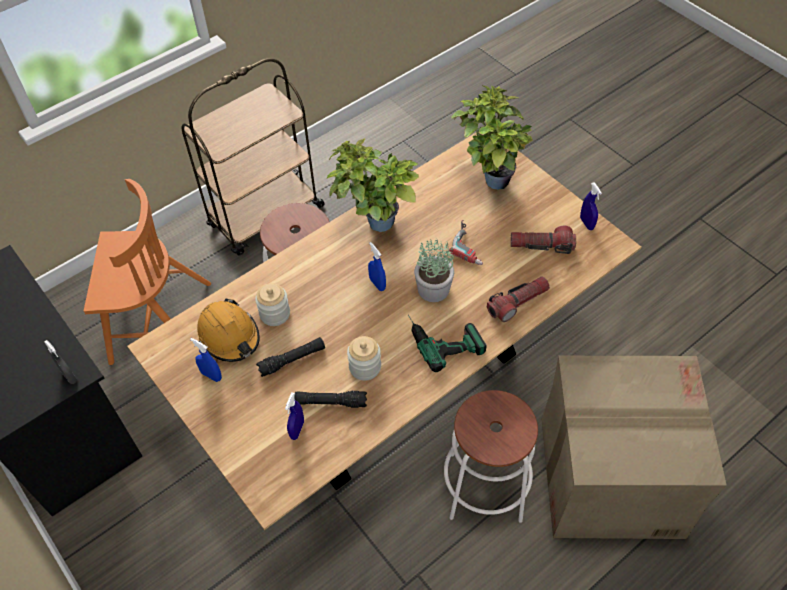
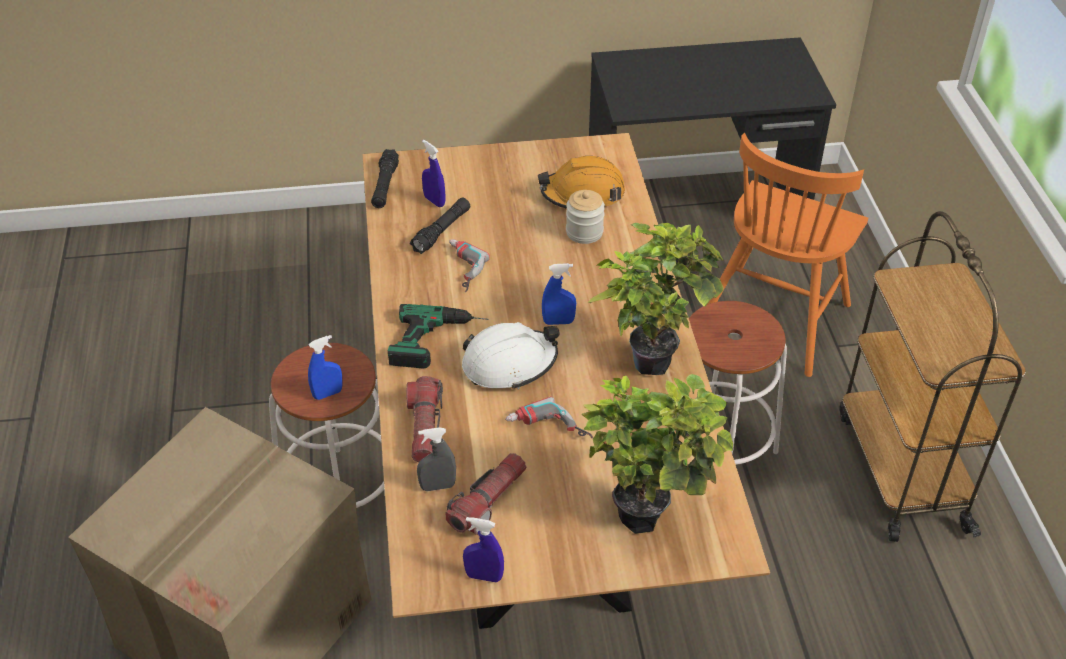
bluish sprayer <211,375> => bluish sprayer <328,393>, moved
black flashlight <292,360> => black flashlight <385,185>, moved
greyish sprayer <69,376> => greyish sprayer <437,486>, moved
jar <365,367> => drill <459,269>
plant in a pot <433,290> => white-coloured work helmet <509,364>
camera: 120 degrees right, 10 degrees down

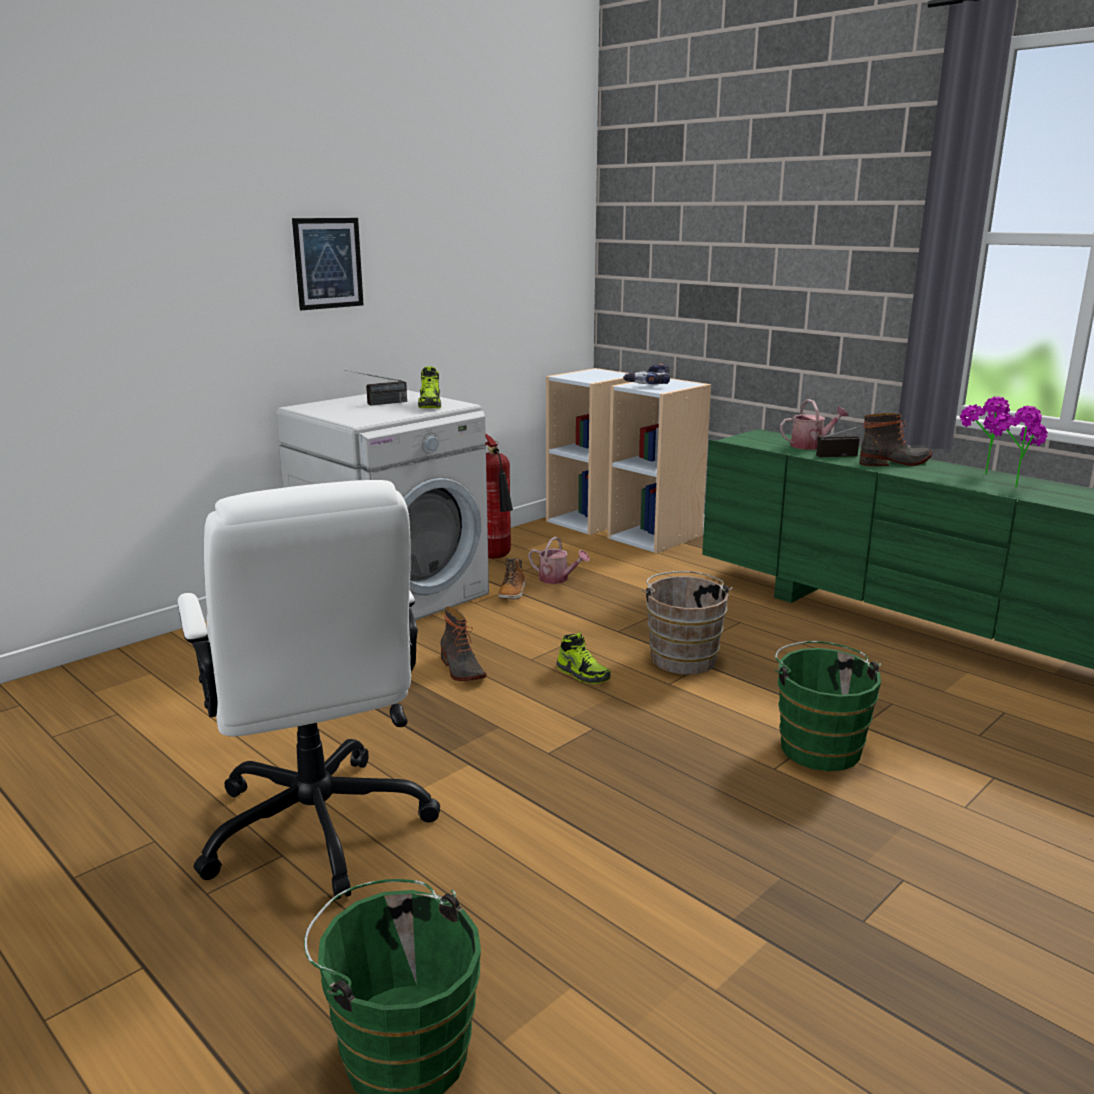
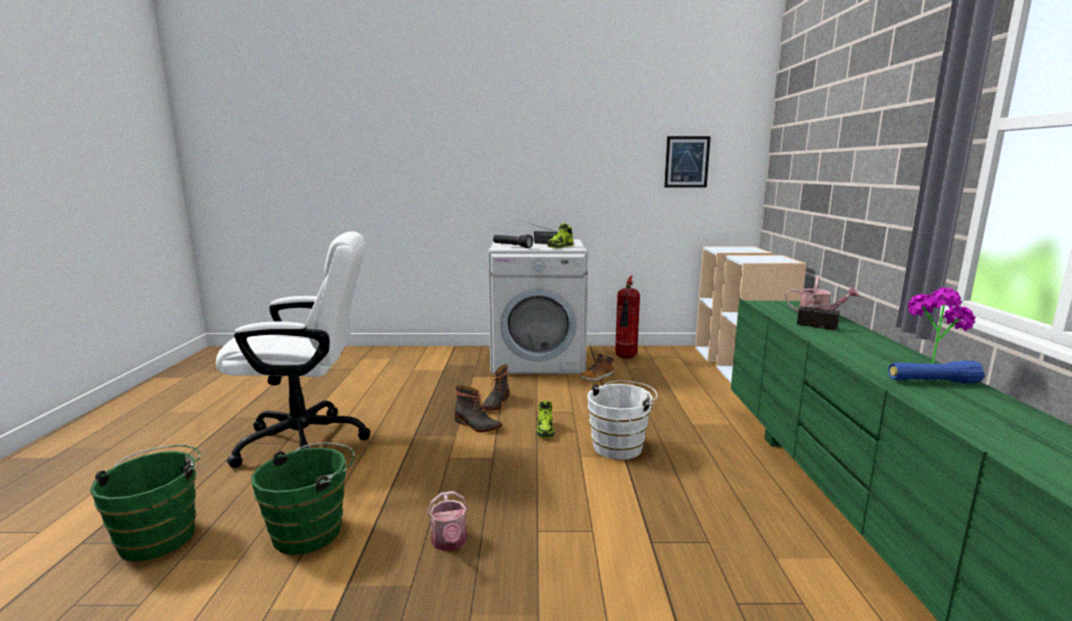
white-coloured office chair <320,834> => white-coloured office chair <310,442>, 120 degrees counterclockwise
green-coloured bucket <818,746> => green-coloured bucket <313,530>, moved
watering pot <557,579> => watering pot <450,543>, moved
tall boot <895,462> => tall boot <476,425>, moved
nothing => black flashlight <512,246>
brown bucket <683,657> => white-coloured bucket <620,446>
wall picture <328,263> => wall picture <686,162>, moved
plant in a pot <1010,484> => bluish flashlight <932,382>
drill <648,383> => nothing
camera: 45 degrees right, 5 degrees down

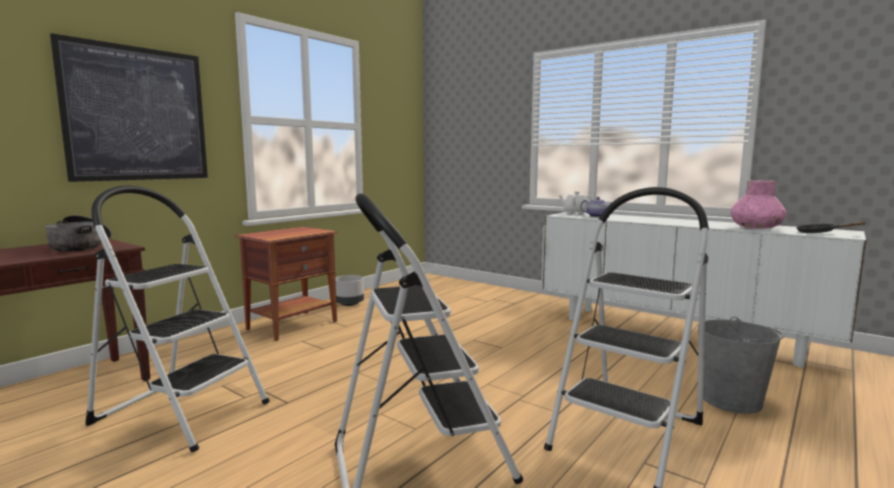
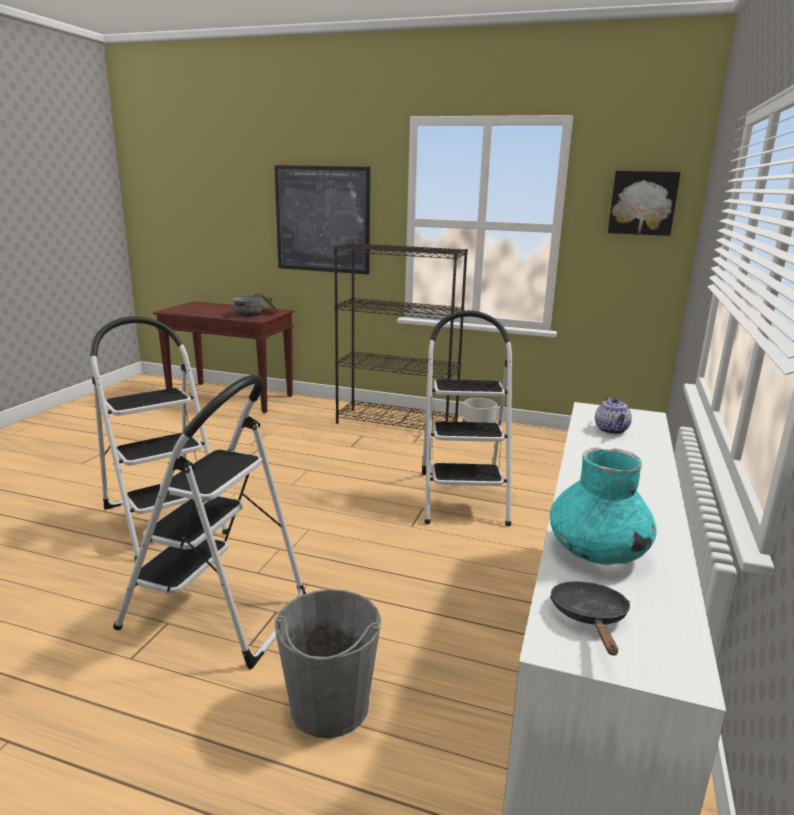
night table <293,325> => black bookcase <397,423>
stepladder <178,412> => stepladder <463,496>, moved
pink flower vase <756,228> => turquoise-coloured flower vase <597,551>
nothing => wall picture <642,203>
white-coloured teapot <575,213> => nothing
camera: 70 degrees right, 10 degrees up

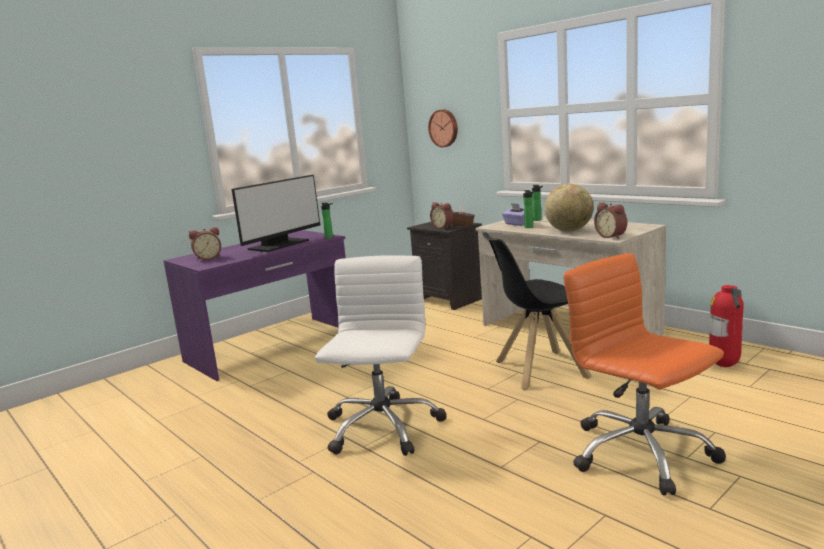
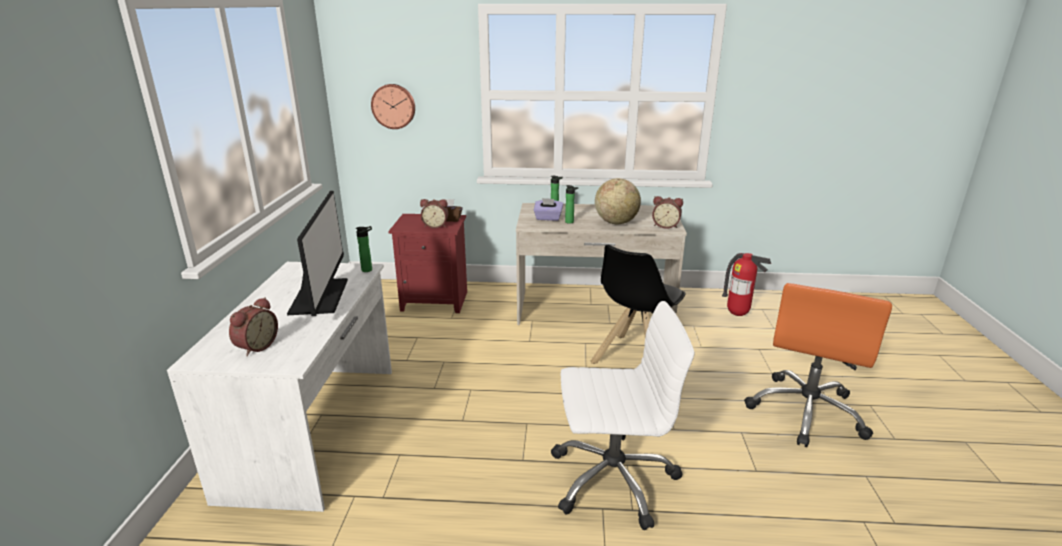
purplish desk <272,346> => white-coloured desk <316,429>
black night table <450,299> => red night table <436,301>
white-coloured office chair <382,427> => white-coloured office chair <613,479>, 120 degrees clockwise
orange-coloured office chair <640,453> => orange-coloured office chair <806,412>, 75 degrees counterclockwise
camera: 45 degrees left, 10 degrees up

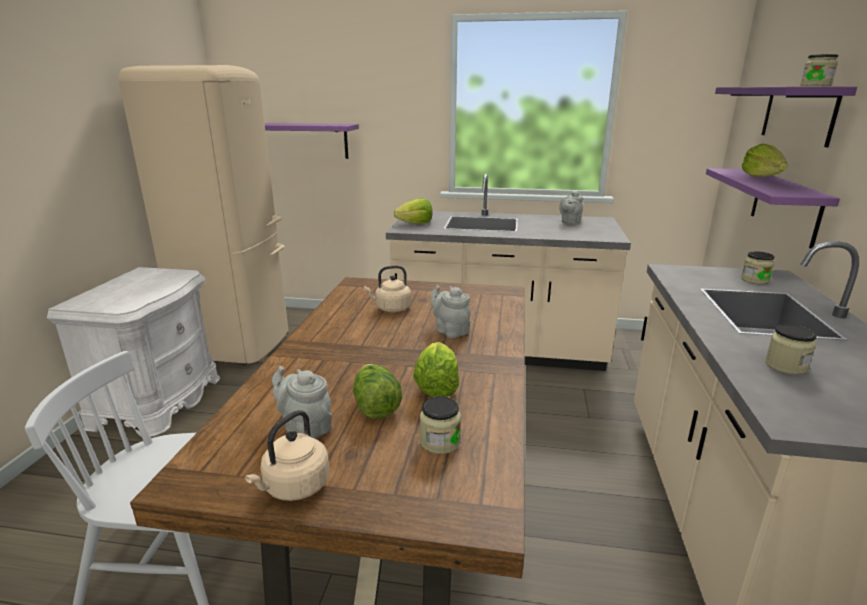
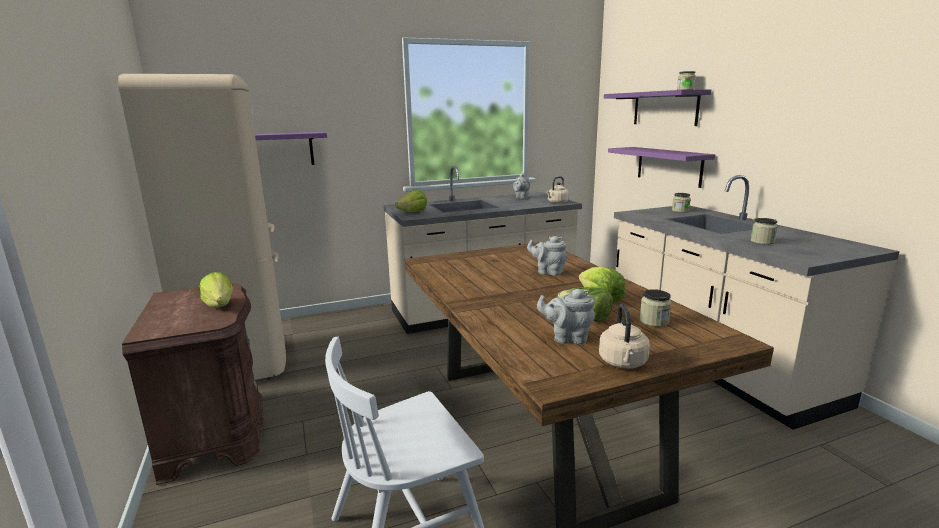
white-coloured night table <163,401> => brown night table <218,431>
lettuce head <761,177> => lettuce head <220,305>, moved
beige water kettle <391,308> => beige water kettle <557,202>, moved
camera: 30 degrees left, 5 degrees down

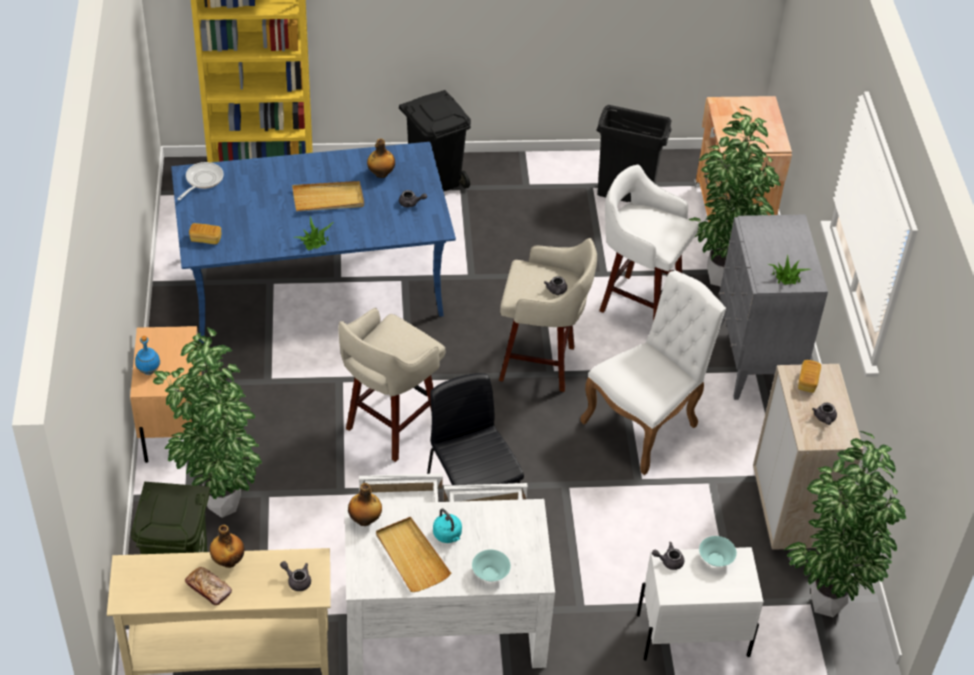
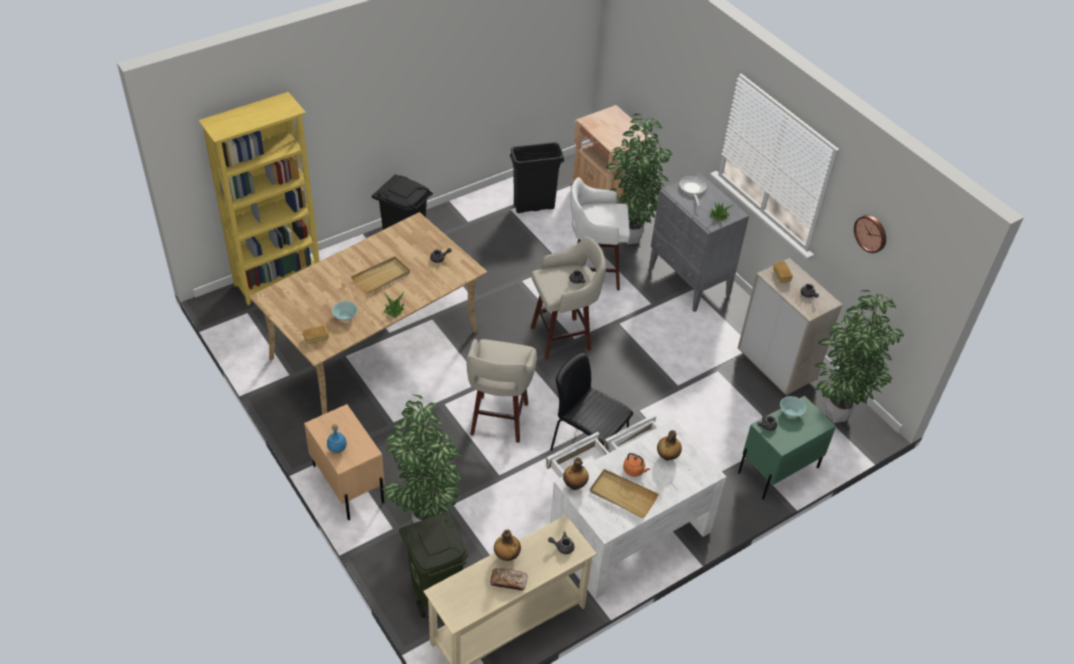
bluish kitchen table <314,285> => beige kitchen table <375,345>
turquoise-coloured bowl <491,574> => turquoise-coloured bowl <345,317>, moved
turquoise-coloured water kettle <448,535> => orange-coloured water kettle <634,470>
drink bottle <381,174> => drink bottle <667,456>, moved
skillet <202,180> => skillet <692,189>, moved
white-coloured night table <692,635> => green-coloured night table <778,470>
nothing => clock on the wall <871,233>
white-coloured plain chair <644,425> => nothing
camera: 30 degrees left, 0 degrees up

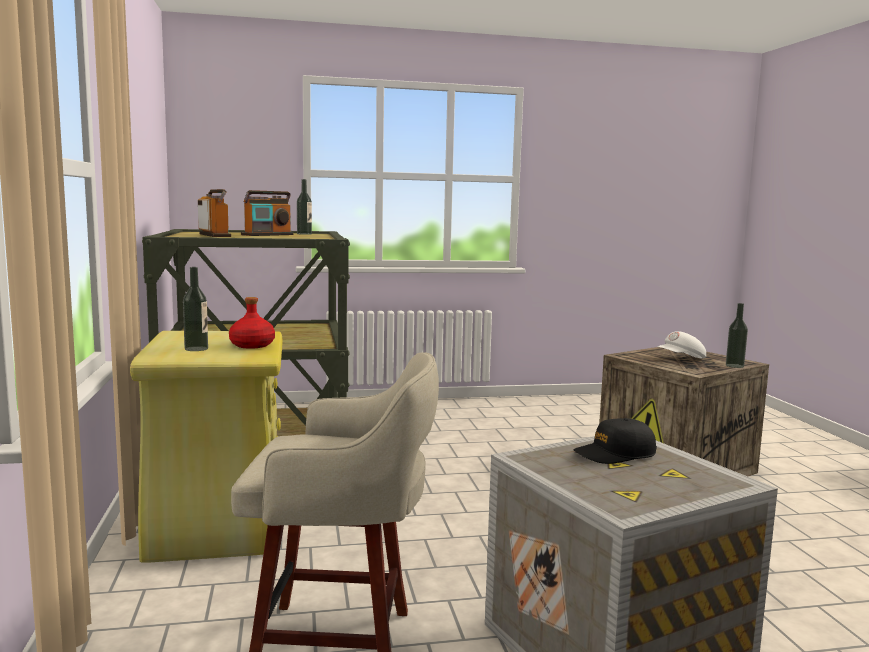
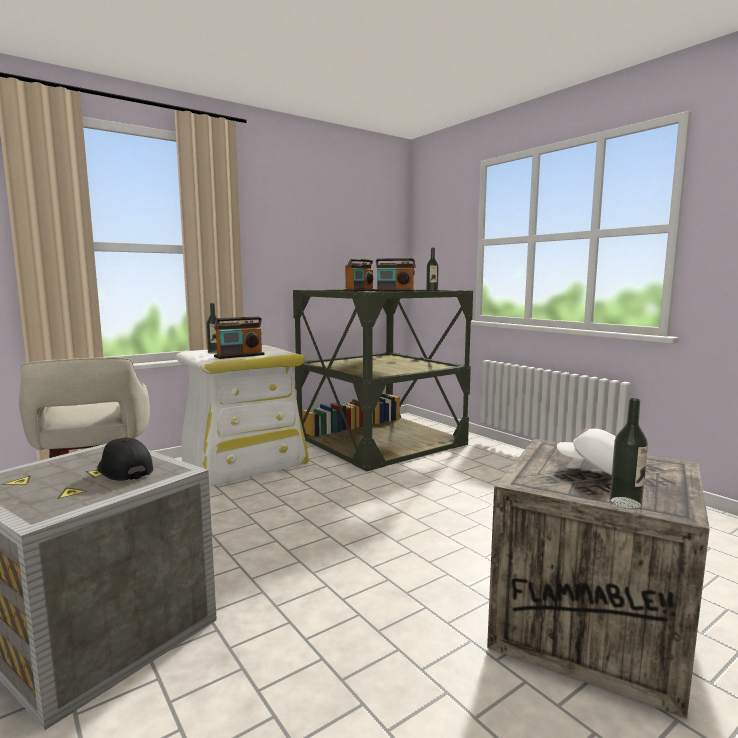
yellow night table <218,519> => white-coloured night table <247,464>
red drink bottle <251,345> => radio receiver <239,356>
camera: 65 degrees right, 0 degrees up

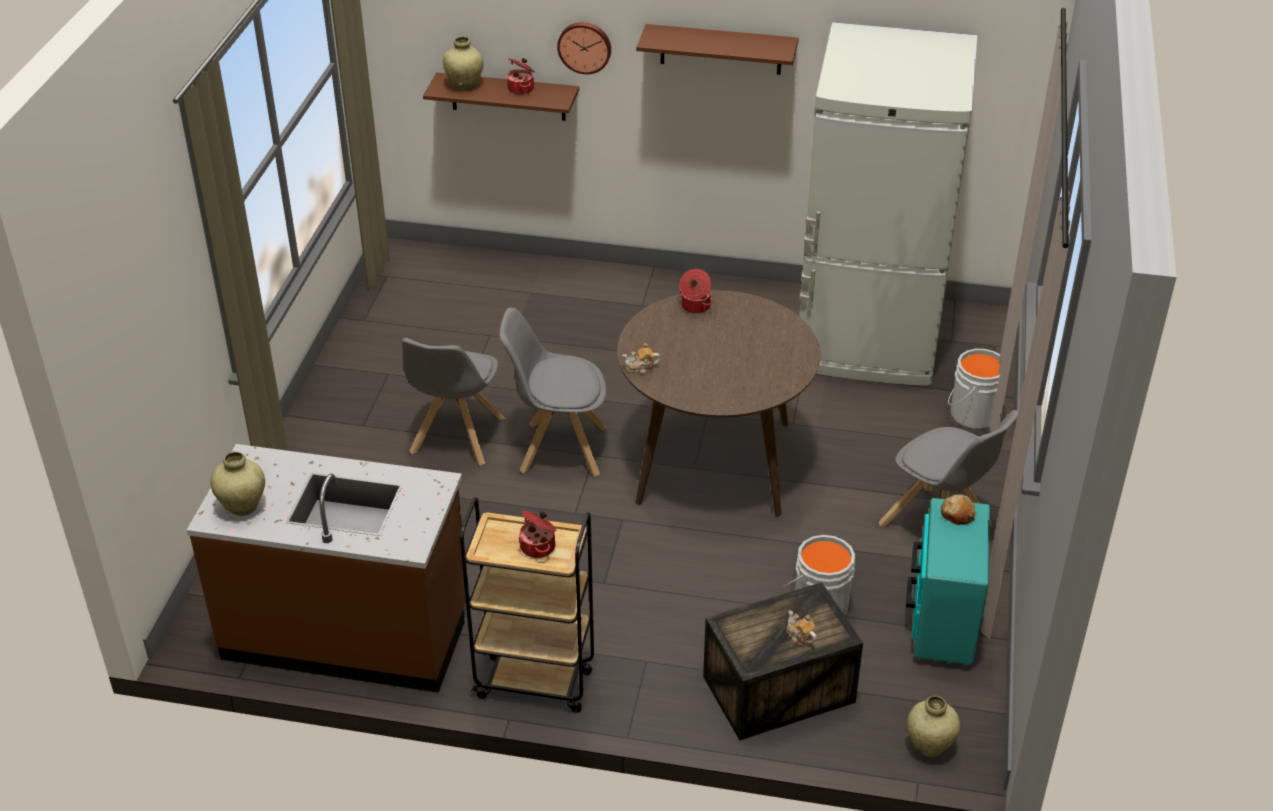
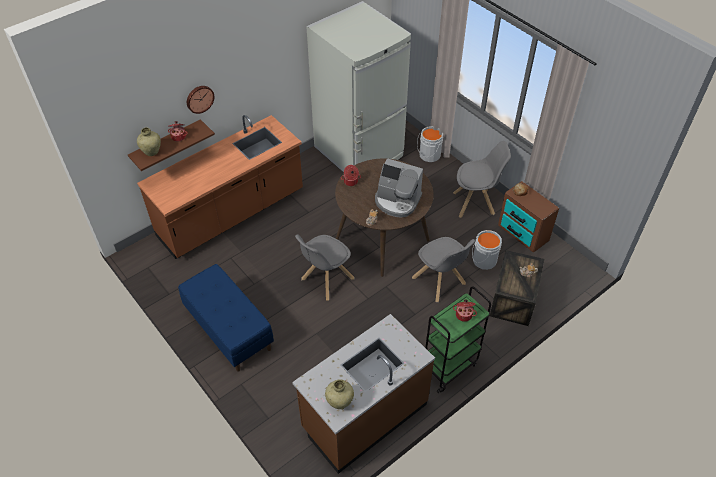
nothing => brown kitchen base unit <232,214>
nothing => bluish long seat <228,330>
nothing => coffee brewer <397,201>
greyish plain chair <456,438> => greyish plain chair <440,282>, moved
brown trolley <533,685> => green-coloured trolley <449,371>
turquoise-coloured night table <941,626> => brown night table <522,235>
brown wall shelf <721,49> => nothing
beige flower vase <929,746> => nothing
camera: 50 degrees left, 10 degrees up

